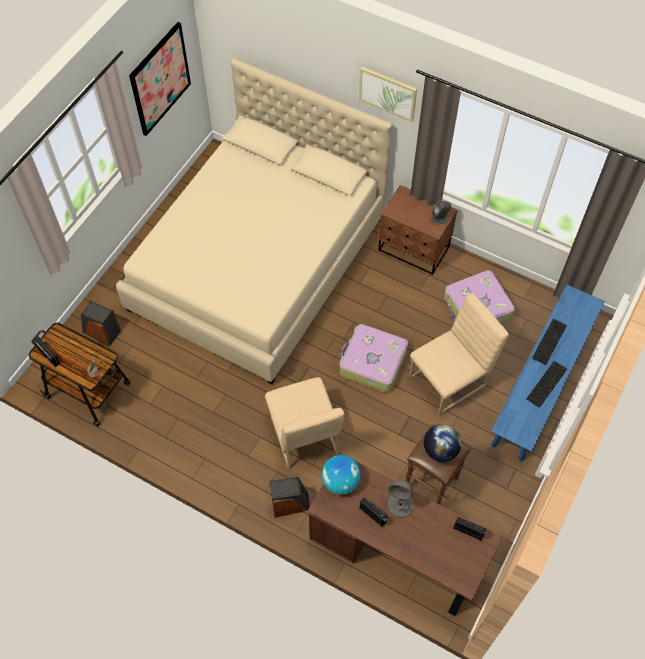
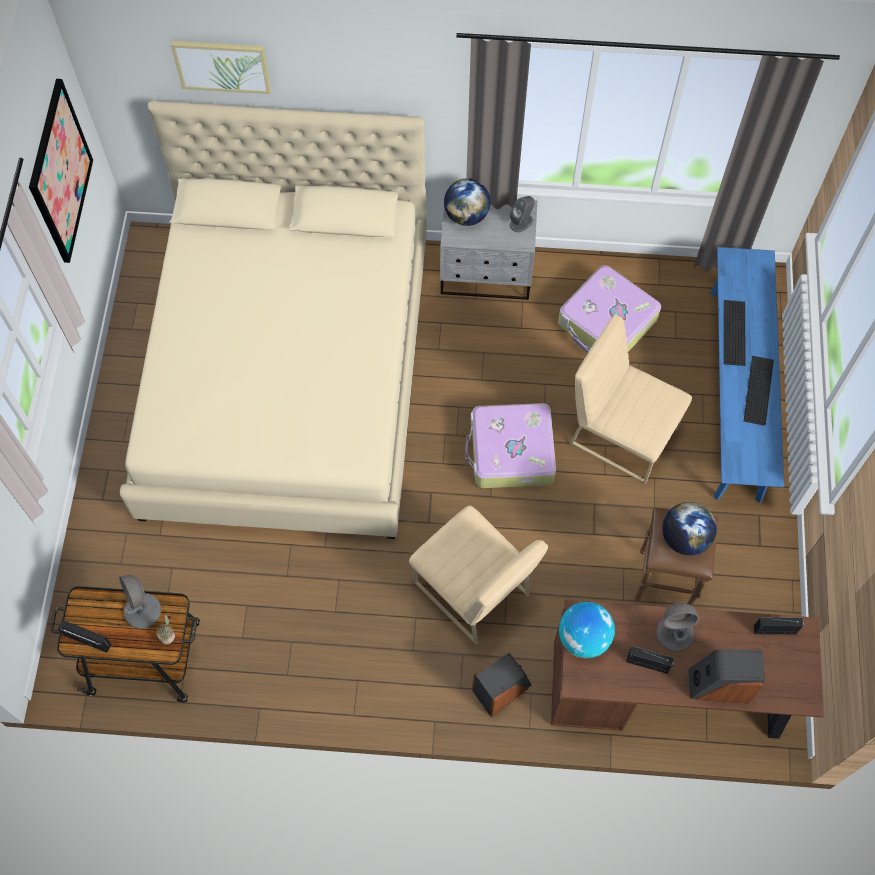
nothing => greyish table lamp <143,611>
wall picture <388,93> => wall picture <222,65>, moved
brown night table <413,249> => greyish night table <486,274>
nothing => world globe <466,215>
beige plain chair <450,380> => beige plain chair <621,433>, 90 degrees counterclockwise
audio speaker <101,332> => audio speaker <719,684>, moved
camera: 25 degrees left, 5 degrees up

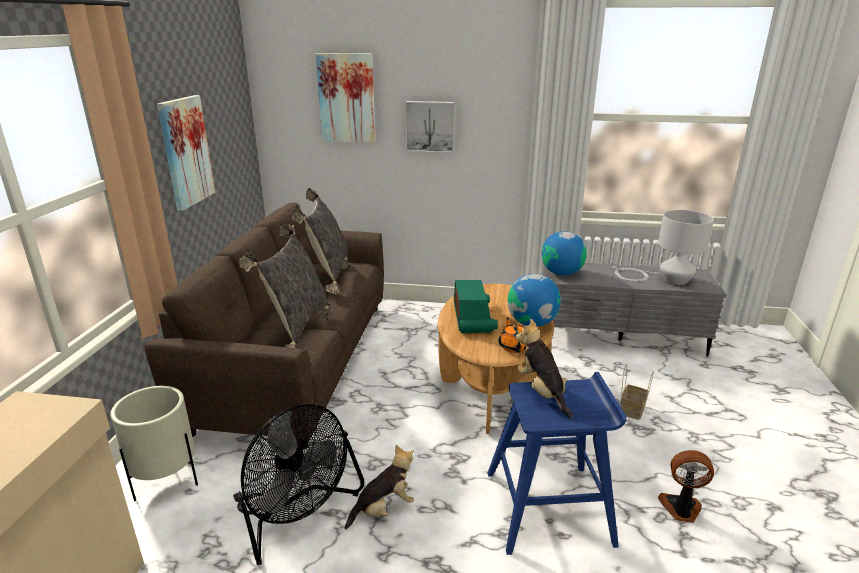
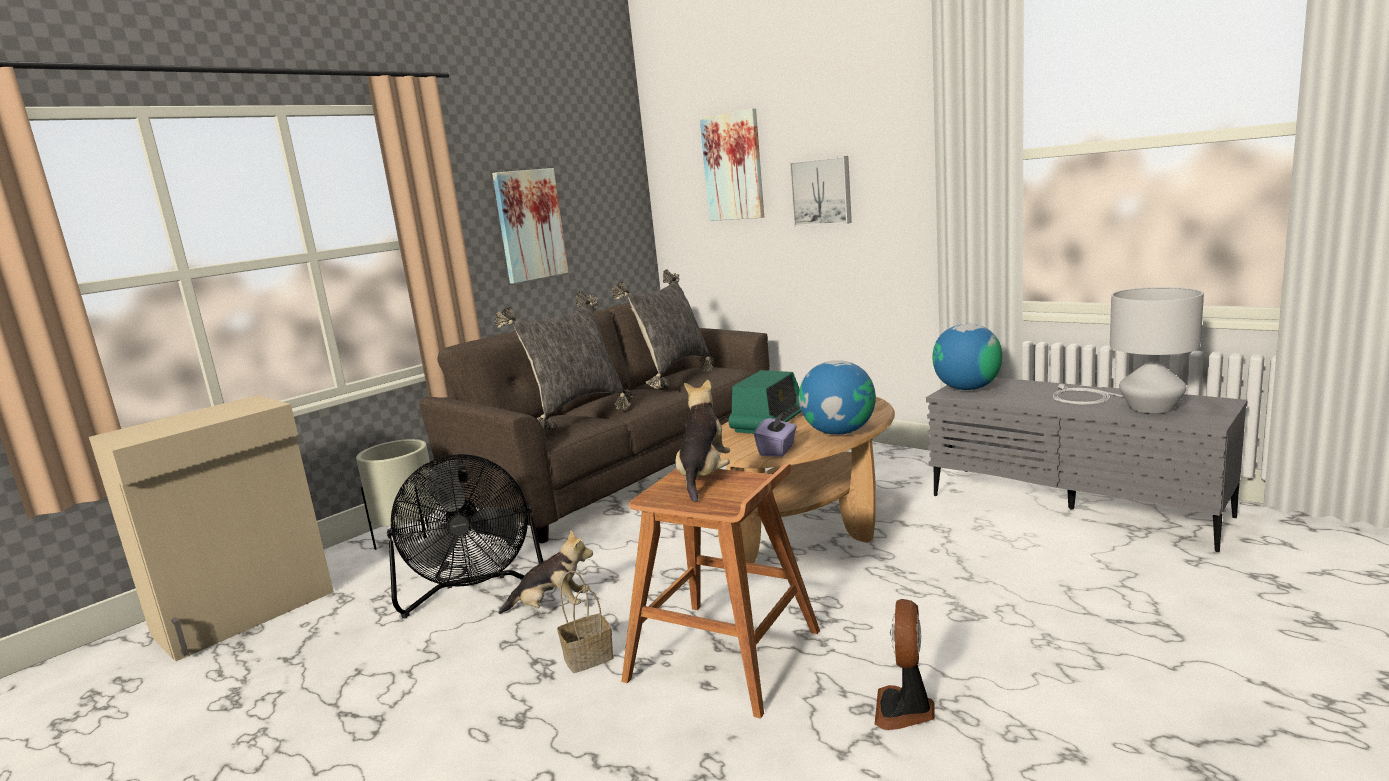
storage basket <631,409> => storage basket <589,657>, moved
bluish stool <549,507> => brown stool <726,656>
orange-coloured teapot <514,346> => purplish box of tissues <777,450>
cooling fan <681,509> => cooling fan <905,710>, 120 degrees counterclockwise
camera: 35 degrees right, 10 degrees down

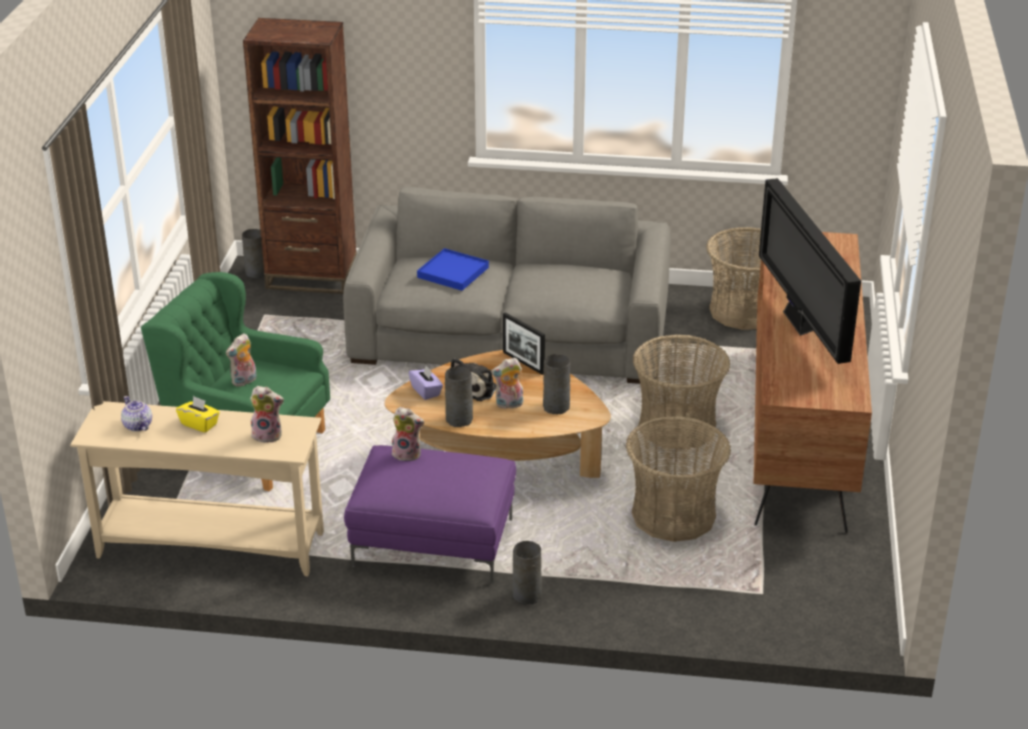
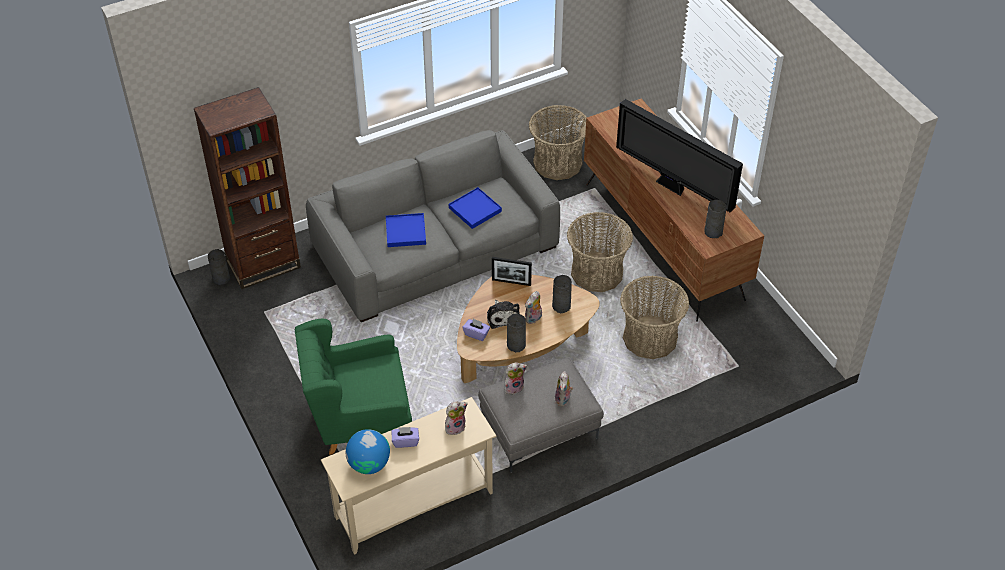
teapot <137,426> => world globe <369,464>
yellow box of tissues <199,424> => purplish box of tissues <405,441>
nothing => bluish tray <475,210>
purplish pouffe <431,543> => greyish pouffe <539,431>
soft toy <244,381> => soft toy <563,399>, moved
greyish flower vase <527,594> => greyish flower vase <713,231>, moved
camera: 35 degrees left, 15 degrees up

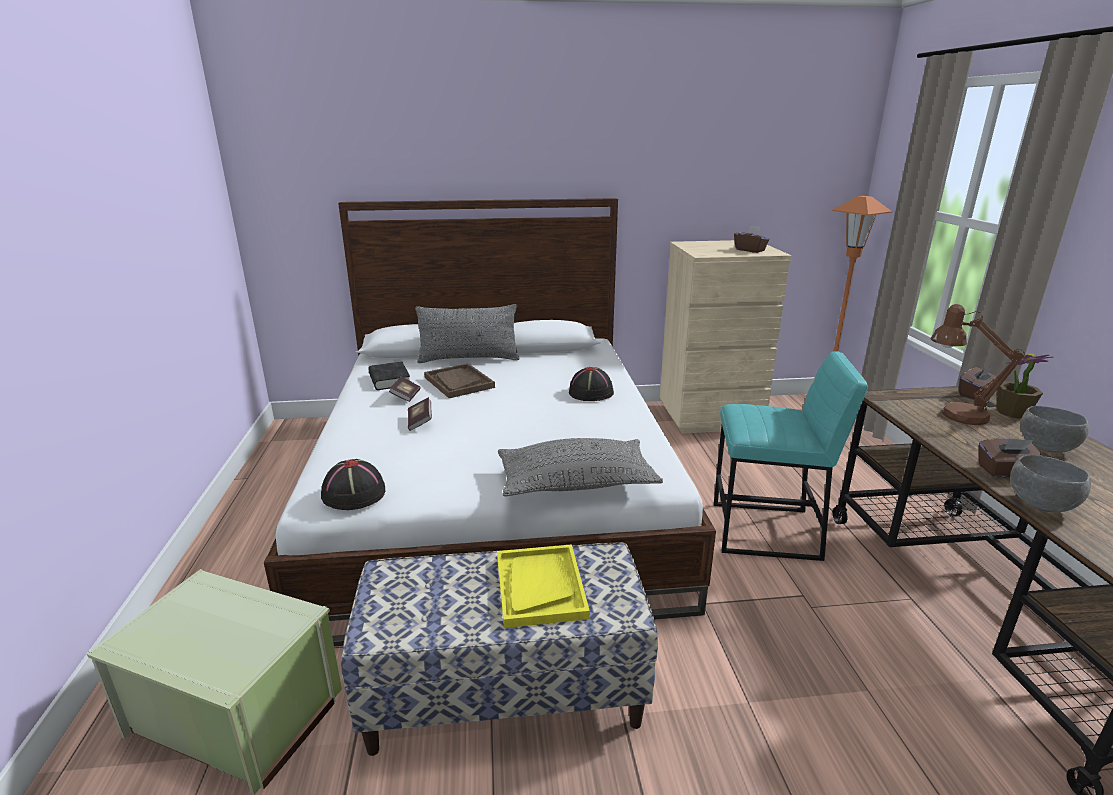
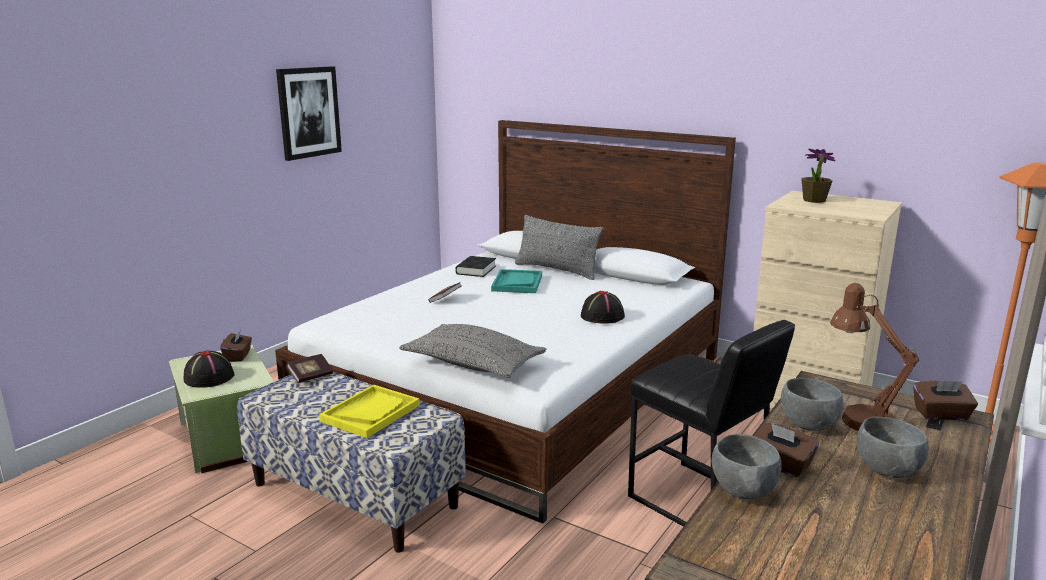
black hat <353,494> => black hat <208,377>, moved
brown box of tissues <750,250> => brown box of tissues <238,356>, moved
nothing => wall picture <308,112>
book <406,396> => book <310,376>, moved
brown tray <458,382> => turquoise-coloured tray <517,283>
turquoise-coloured plain chair <767,531> => black plain chair <699,501>
nothing => greyish bowl <808,426>
plant in a pot <1012,413> => plant in a pot <813,200>, moved
camera: 40 degrees right, 5 degrees down

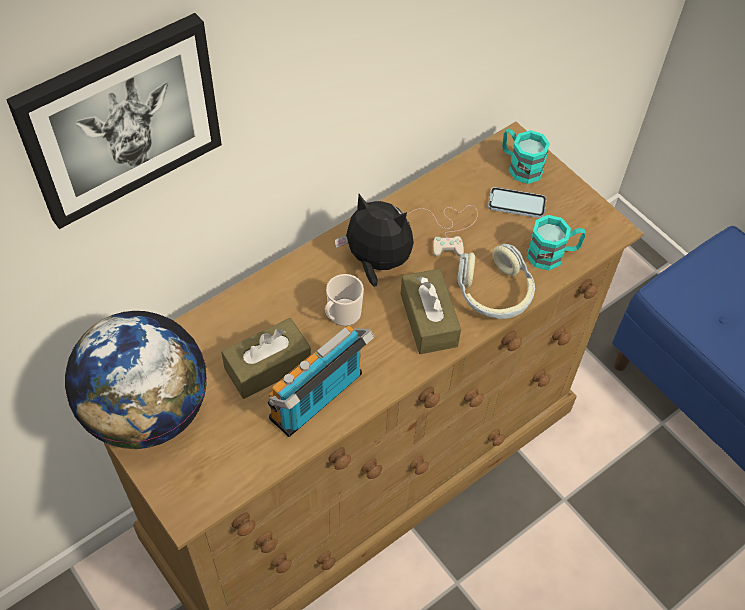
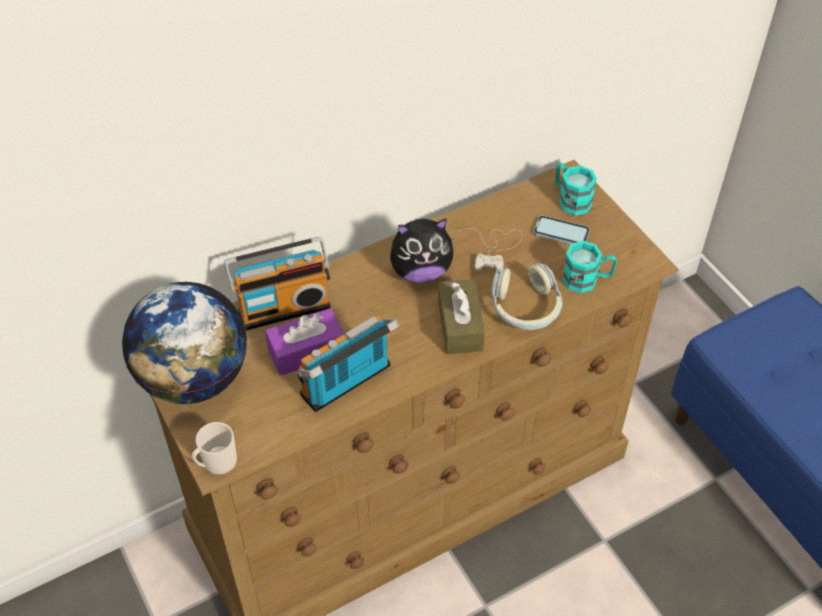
mug <342,315> => mug <216,463>, moved
nothing => radio receiver <284,306>
brown box of tissues <268,366> => purplish box of tissues <307,351>
soft toy <376,262> => soft toy <421,271>, 135 degrees clockwise
wall picture <120,119> => nothing
camera: 10 degrees right, 5 degrees down

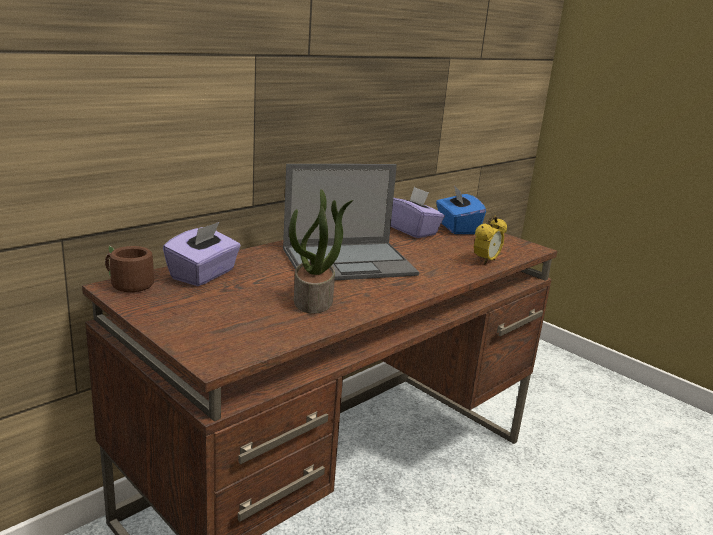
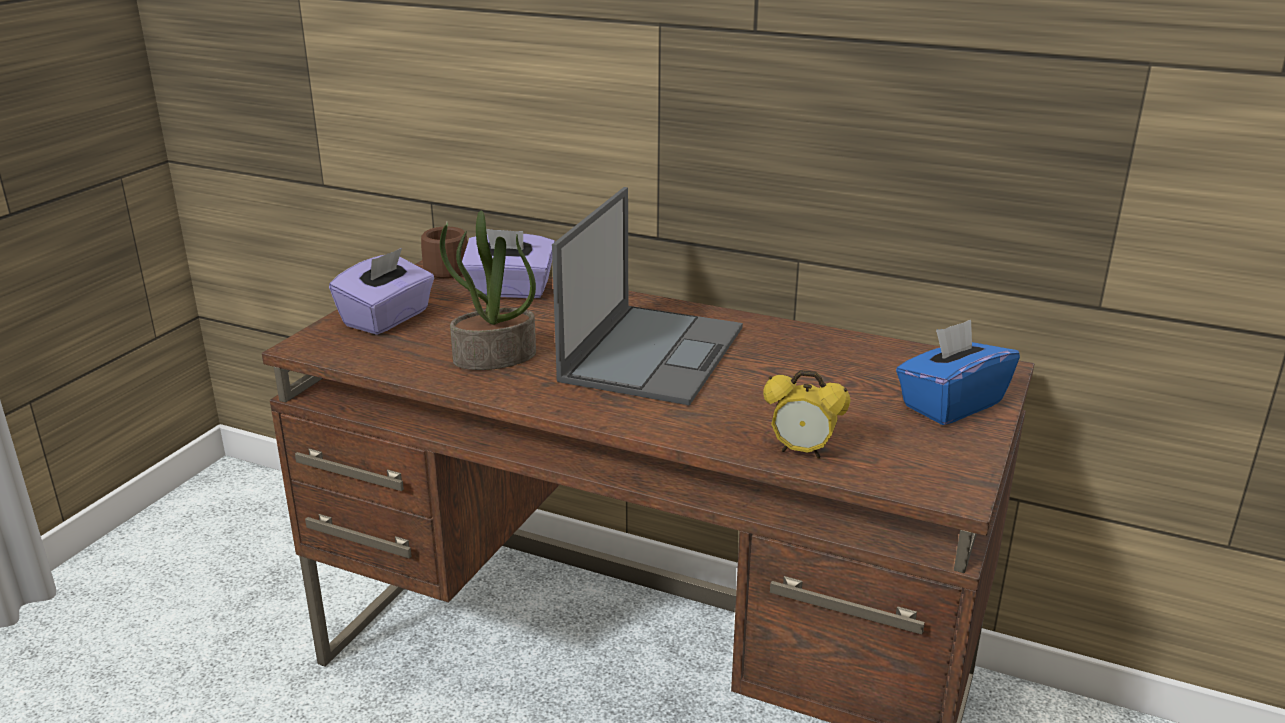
purplish box of tissues <412,230> => purplish box of tissues <387,318>, moved
notebook computer <350,262> => notebook computer <653,352>, 120 degrees counterclockwise
camera: 70 degrees right, 5 degrees up

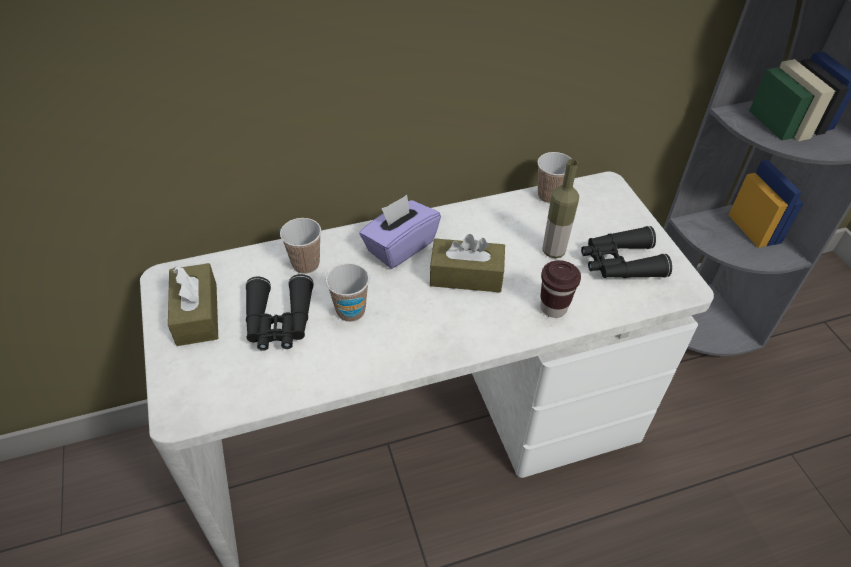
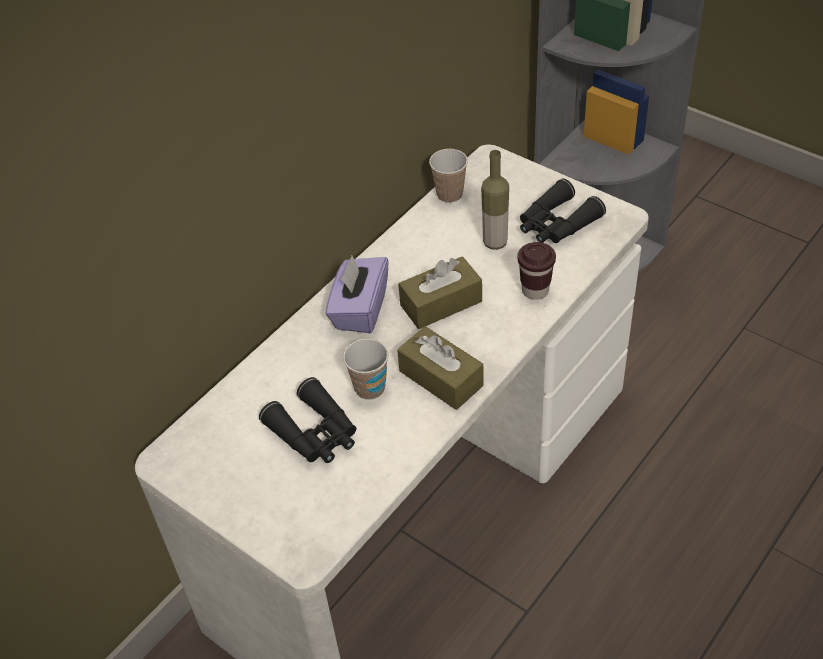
brown box of tissues <197,314> => brown box of tissues <441,378>, moved
cup <306,264> => nothing
camera: 30 degrees left, 0 degrees up

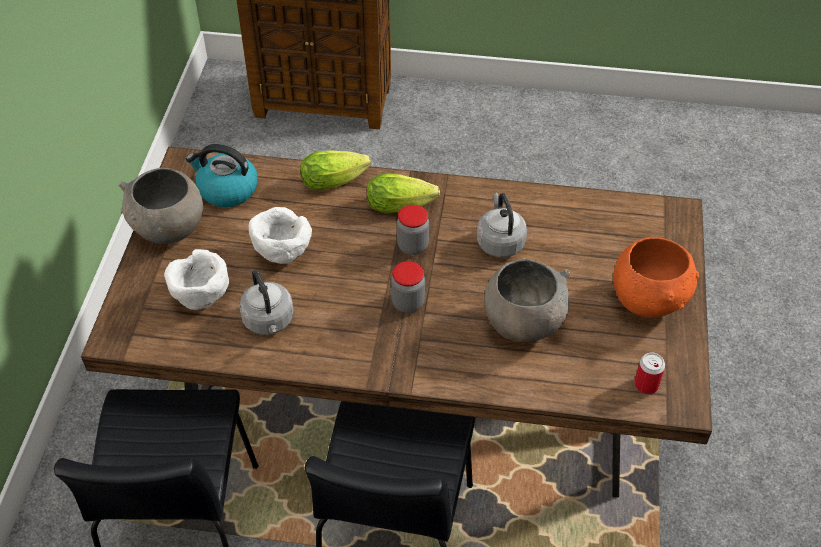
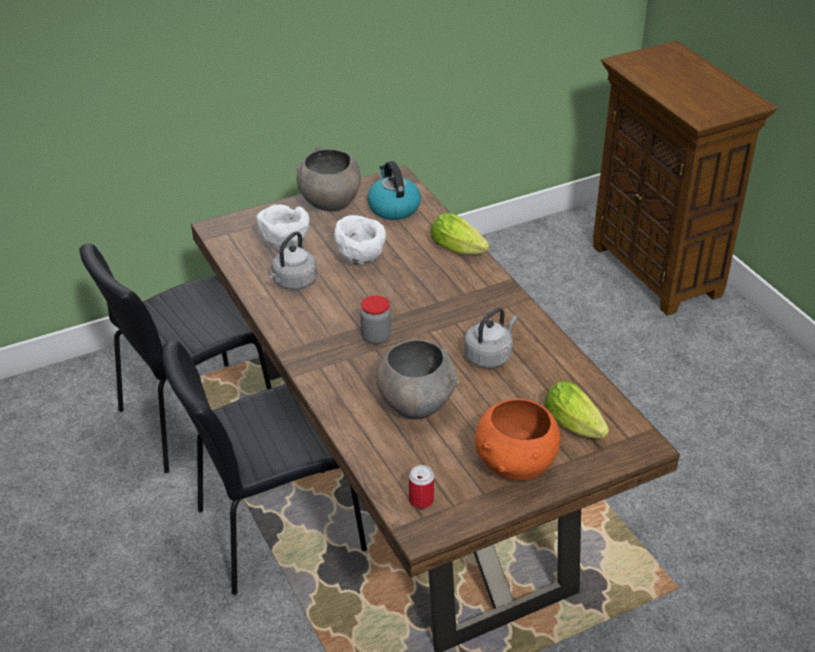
lettuce head <403,205> => lettuce head <576,426>, moved
jar <413,246> => nothing
camera: 55 degrees right, 10 degrees down

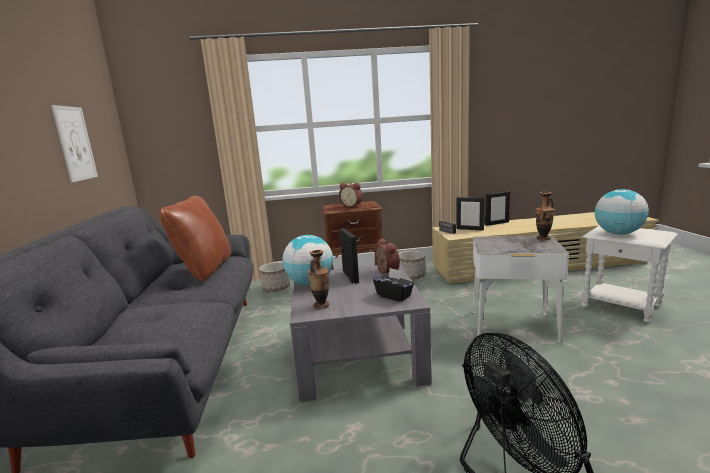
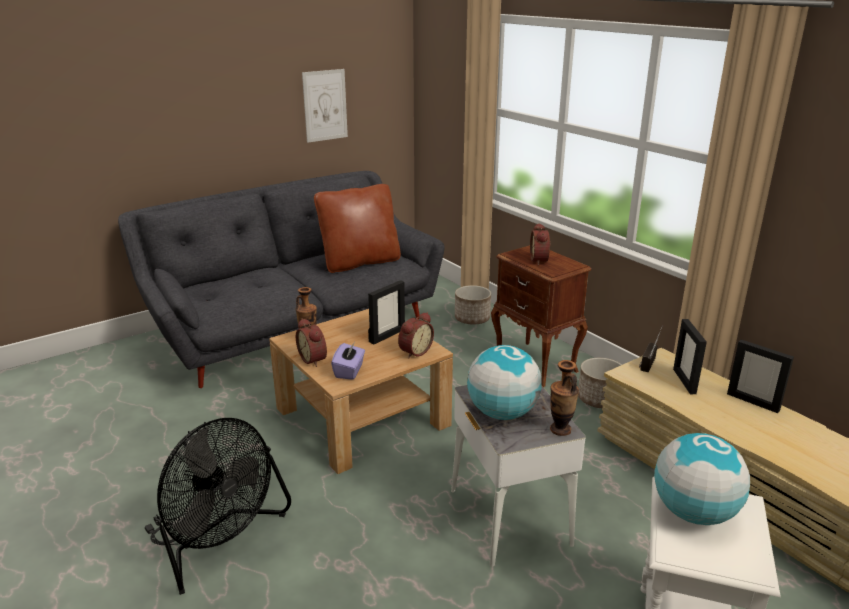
greyish coffee table <358,356> => brown coffee table <362,417>
nothing => table clock <314,359>
black box of tissues <394,296> => purplish box of tissues <349,371>
world globe <310,283> => world globe <502,413>, moved
camera: 60 degrees right, 10 degrees up

